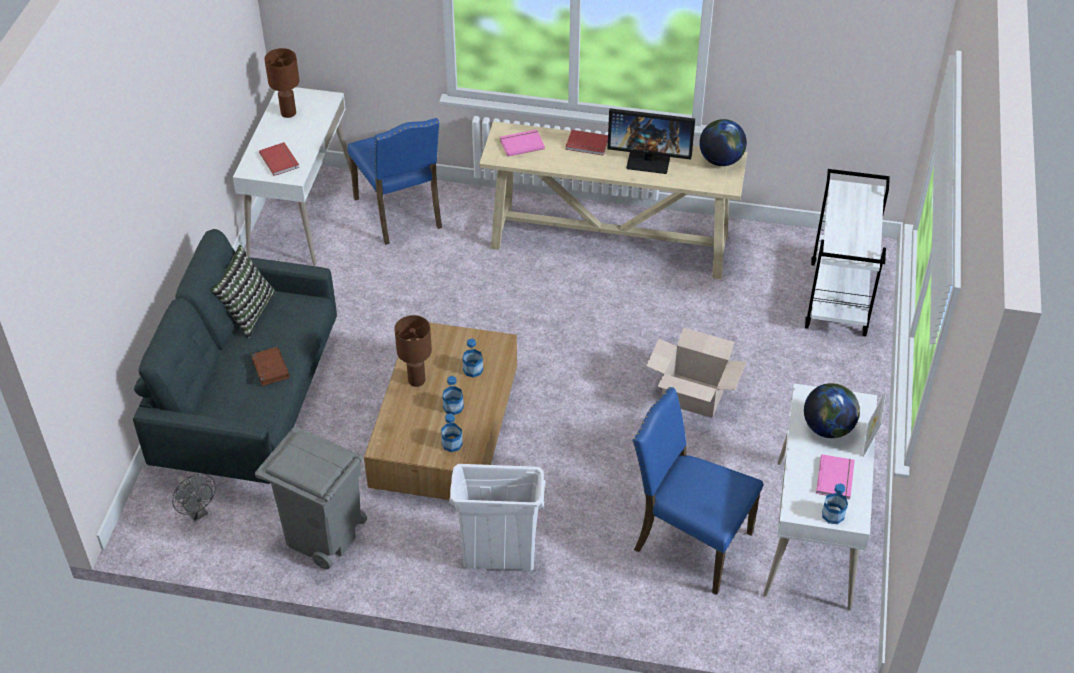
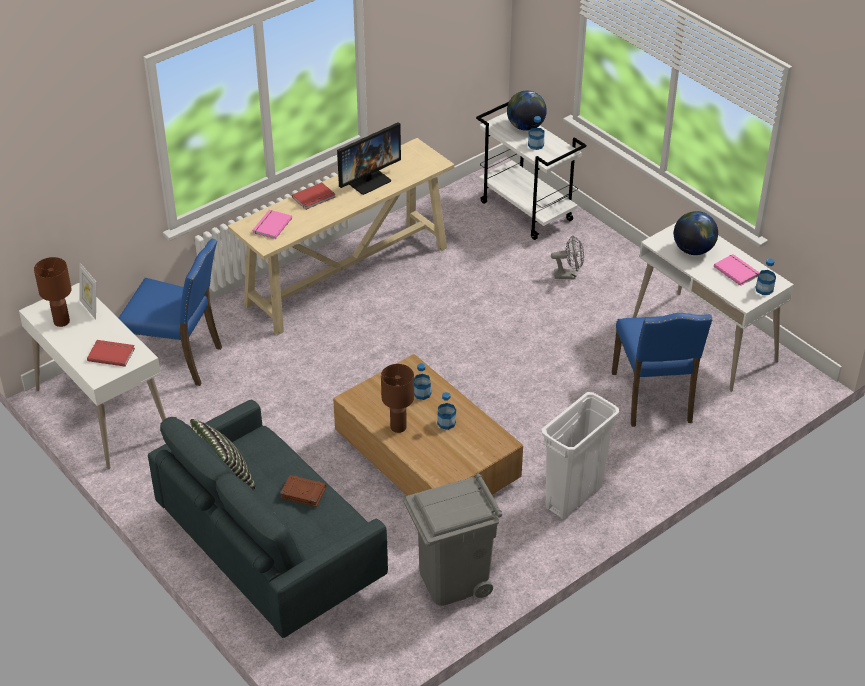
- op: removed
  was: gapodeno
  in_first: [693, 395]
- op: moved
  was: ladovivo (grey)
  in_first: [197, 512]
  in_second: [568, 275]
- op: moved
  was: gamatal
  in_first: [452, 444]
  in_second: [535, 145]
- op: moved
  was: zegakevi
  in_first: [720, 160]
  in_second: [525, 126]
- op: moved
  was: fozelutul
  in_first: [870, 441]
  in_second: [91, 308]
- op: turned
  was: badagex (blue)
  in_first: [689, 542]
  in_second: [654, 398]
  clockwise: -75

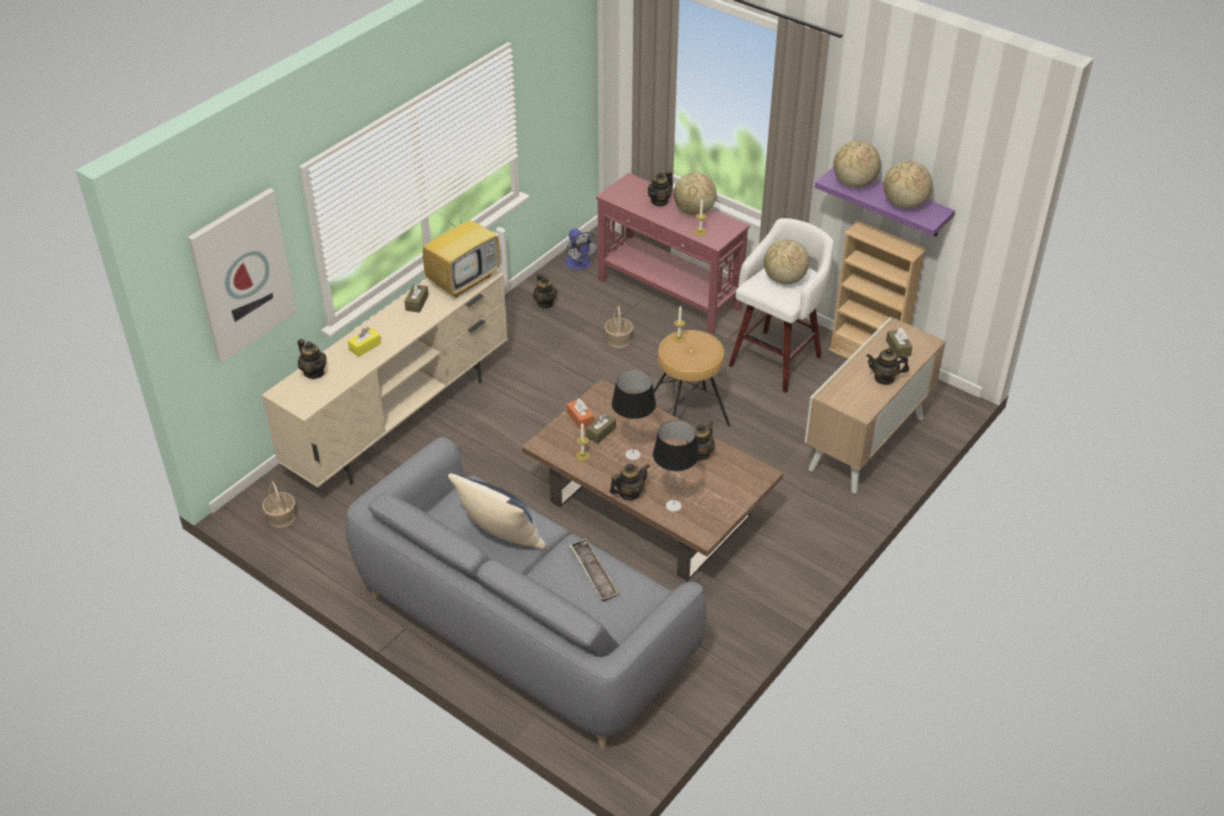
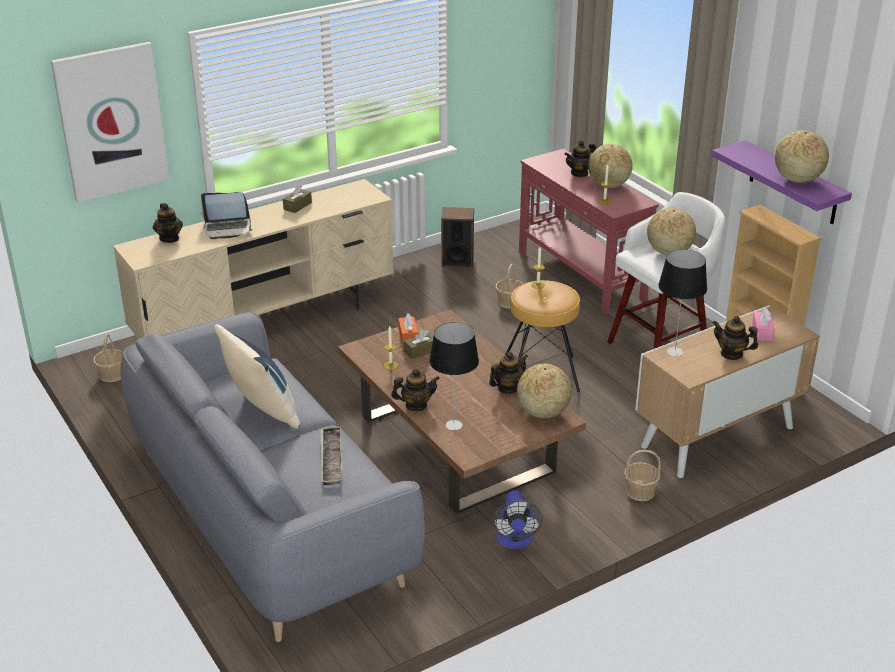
- op: removed
  was: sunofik
  in_first: [464, 280]
- op: added
  now: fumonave
  in_second: [640, 491]
- op: moved
  was: ladovivo
  in_first: [579, 264]
  in_second: [515, 541]
- op: moved
  was: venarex
  in_first: [632, 454]
  in_second: [674, 351]
- op: moved
  was: zegakevi
  in_first: [853, 183]
  in_second: [542, 412]
- op: replaced
  was: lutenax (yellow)
  now: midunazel
  in_first: [365, 347]
  in_second: [228, 228]
- op: replaced
  was: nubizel
  now: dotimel
  in_first: [545, 303]
  in_second: [457, 261]
- op: recoloured
  was: lutenax (brown)
  now: lutenax (pink)
  in_first: [898, 348]
  in_second: [762, 332]

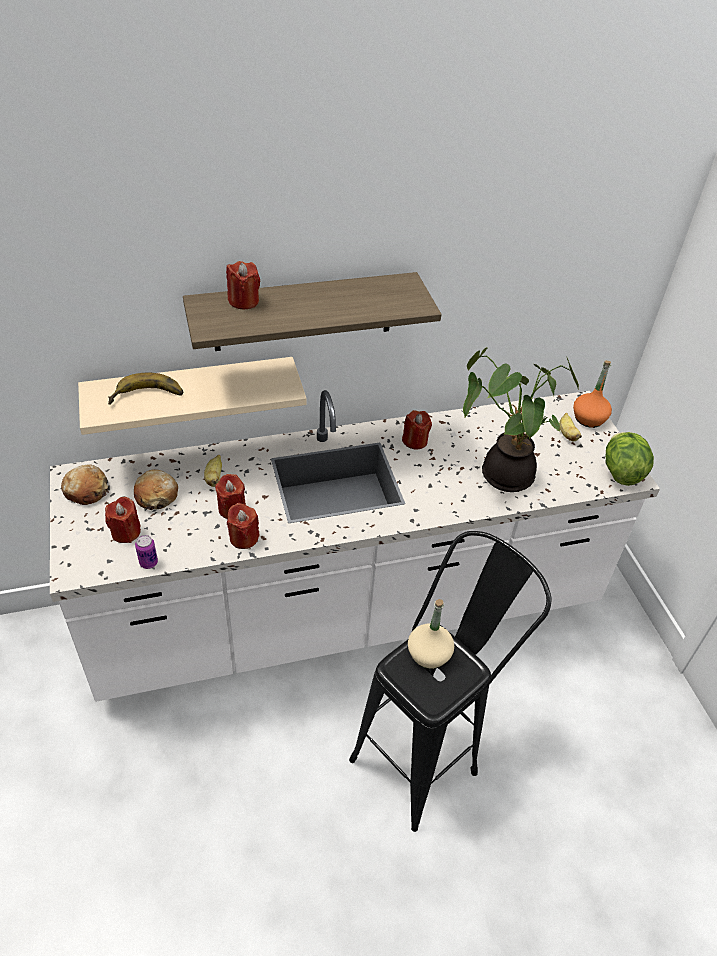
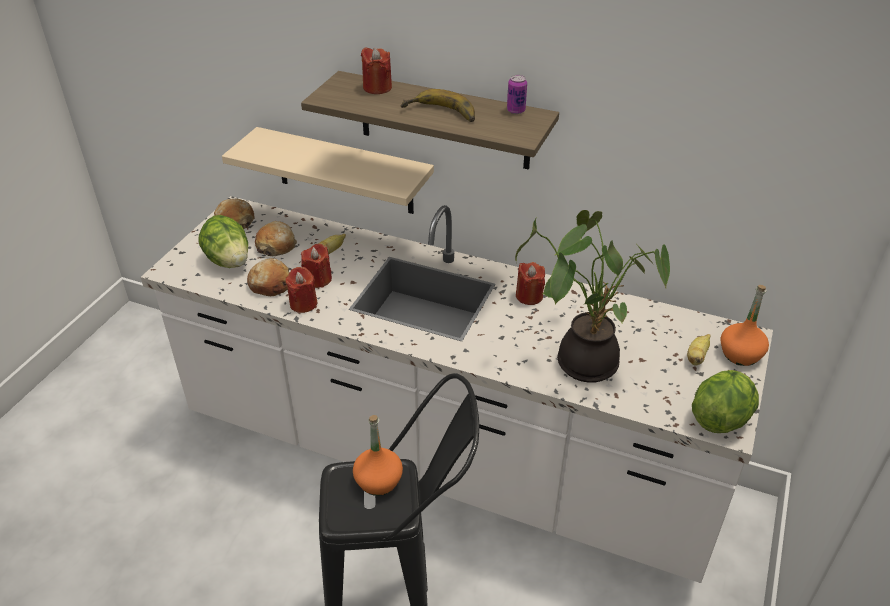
- op: added
  now: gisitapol
  in_second: [271, 284]
- op: moved
  was: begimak
  in_first: [147, 398]
  in_second: [440, 114]
- op: moved
  was: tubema
  in_first: [148, 563]
  in_second: [516, 110]
- op: replaced
  was: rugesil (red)
  now: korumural
  in_first: [126, 532]
  in_second: [229, 261]
- op: recoloured
  was: gamatal (beige)
  now: gamatal (orange)
  in_first: [428, 654]
  in_second: [378, 481]

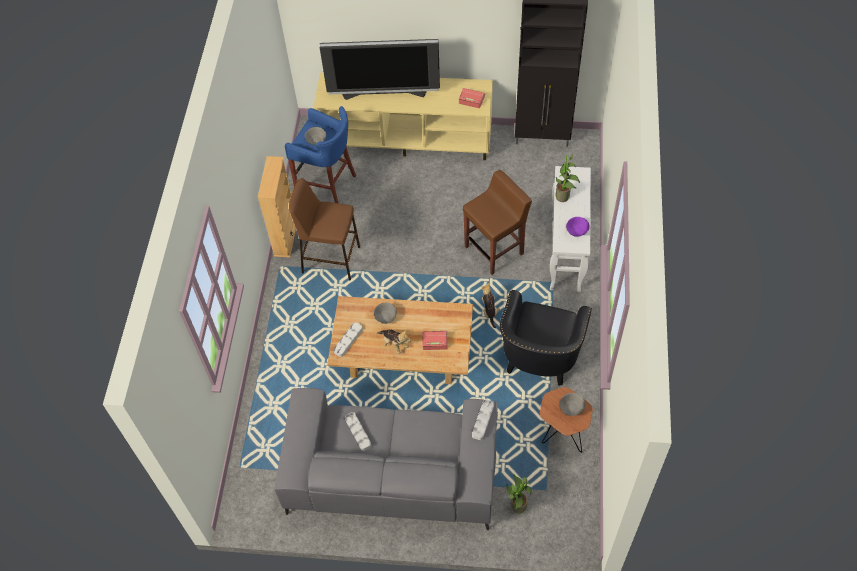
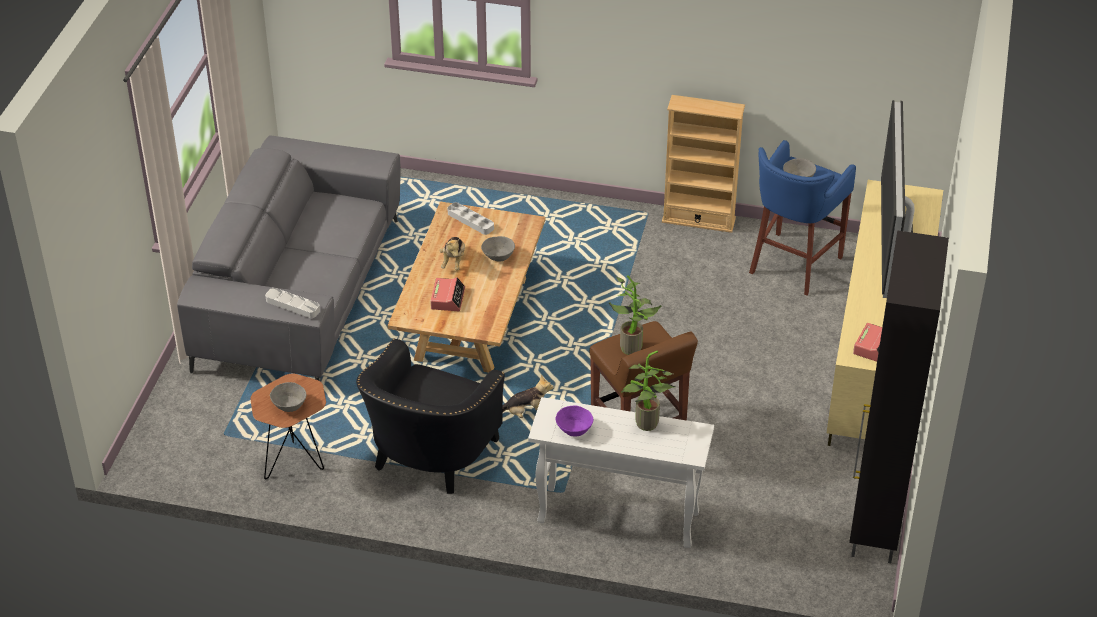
- op: removed
  was: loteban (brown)
  in_first: [330, 259]
- op: removed
  was: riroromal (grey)
  in_first: [358, 432]
- op: moved
  was: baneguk
  in_first: [516, 505]
  in_second: [633, 346]
- op: turned
  was: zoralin
  in_first: [394, 344]
  in_second: [453, 261]
  clockwise: -45
- op: turned
  was: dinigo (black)
  in_first: [539, 358]
  in_second: [429, 457]
  clockwise: -90

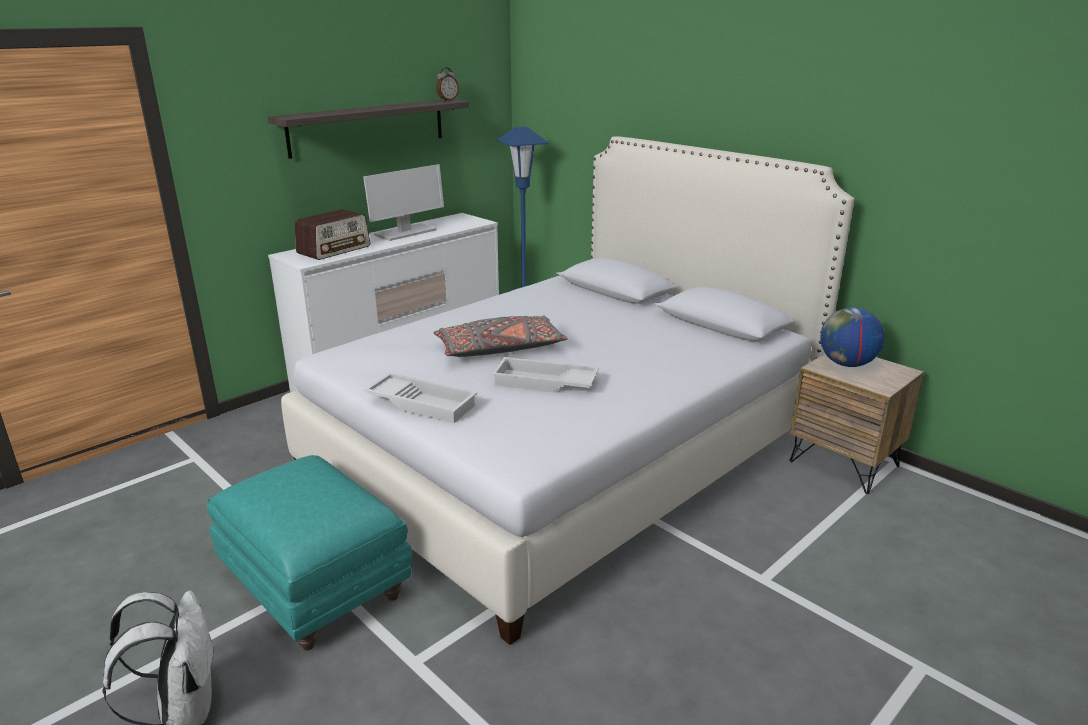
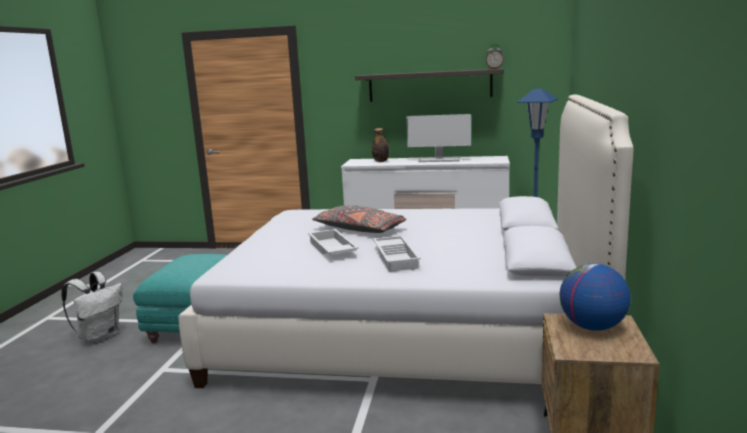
- op: moved
  was: riroromal (white)
  in_first: [423, 403]
  in_second: [397, 258]
- op: replaced
  was: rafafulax
  now: gamatal
  in_first: [334, 249]
  in_second: [381, 161]

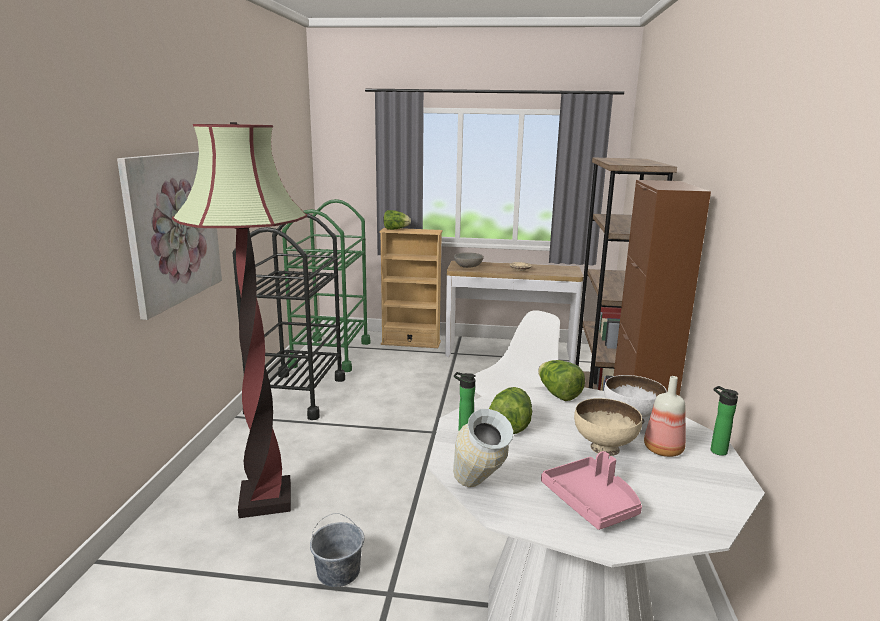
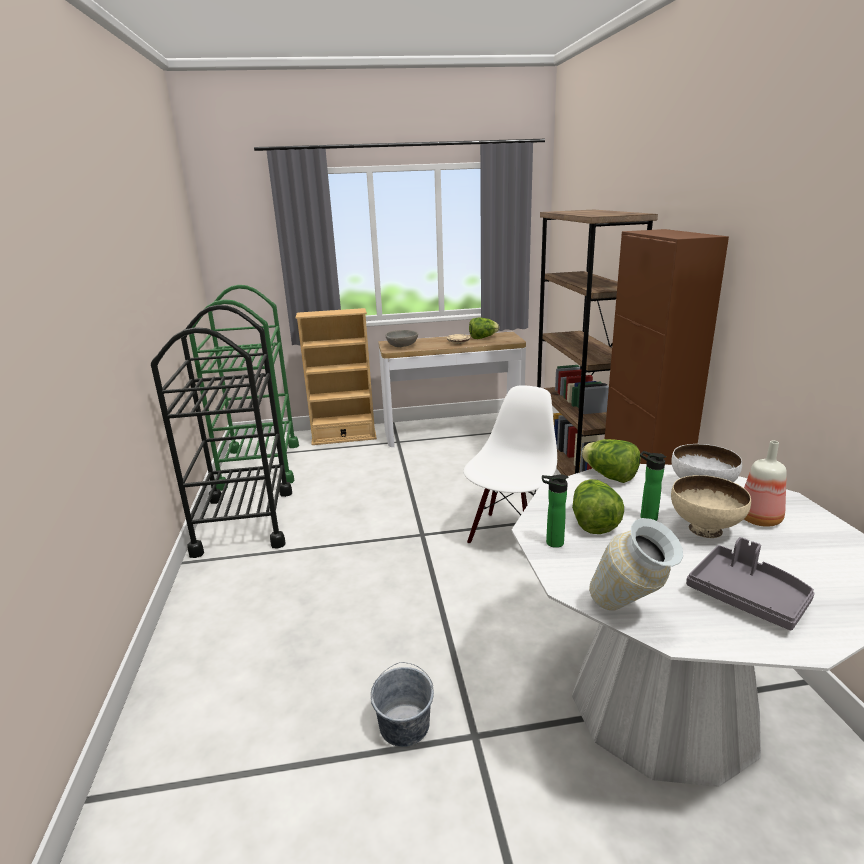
- op: removed
  was: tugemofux
  in_first: [173, 228]
- op: removed
  was: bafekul
  in_first: [265, 500]
- op: moved
  was: korumural
  in_first: [396, 229]
  in_second: [482, 338]
- op: moved
  was: gamatal
  in_first: [716, 450]
  in_second: [646, 517]
- op: recoloured
  was: riroromal (pink)
  now: riroromal (grey)
  in_first: [592, 502]
  in_second: [747, 597]

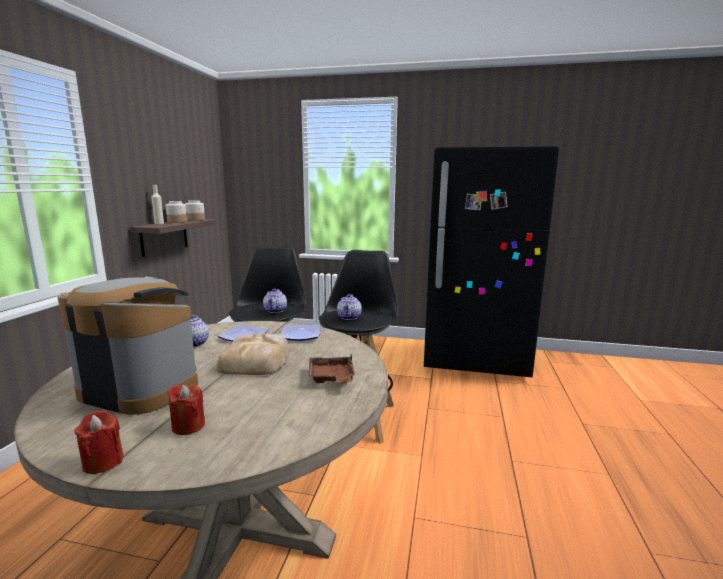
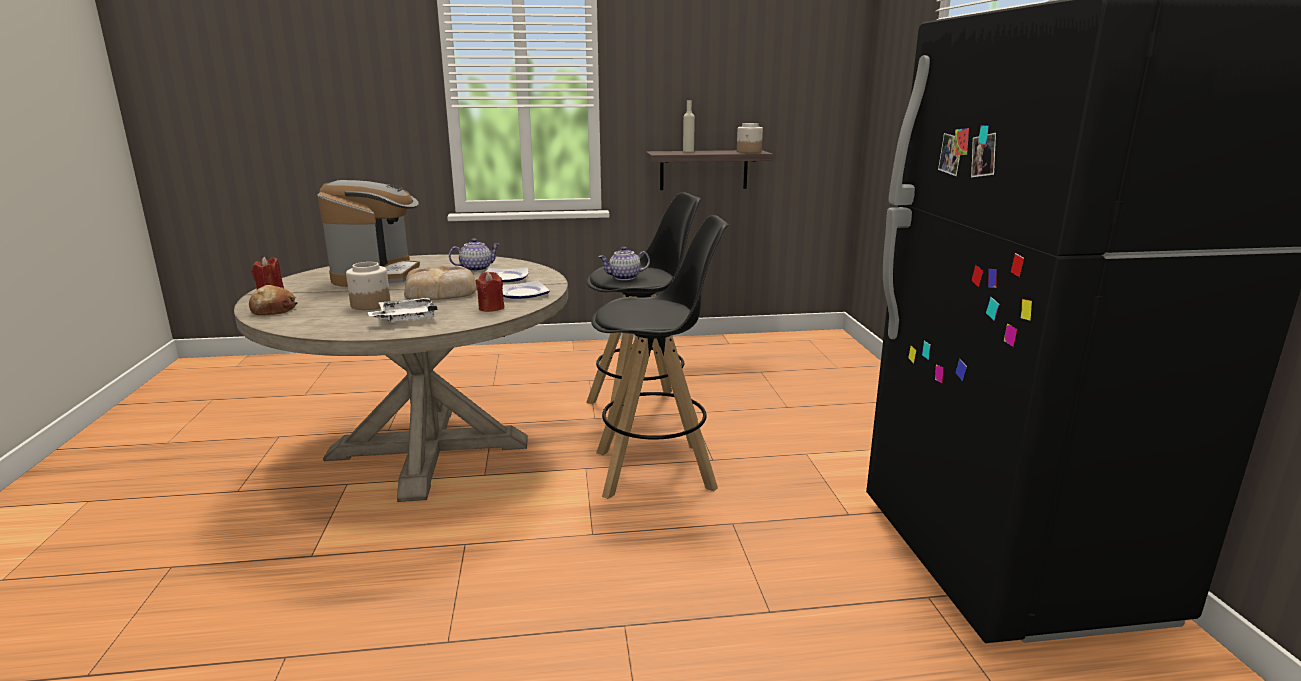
- op: removed
  was: nubizel
  in_first: [349, 317]
- op: added
  now: gisitapol
  in_second: [273, 310]
- op: moved
  was: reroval
  in_first: [177, 222]
  in_second: [370, 305]
- op: moved
  was: rugesil (red)
  in_first: [188, 426]
  in_second: [491, 308]
- op: recoloured
  was: riroromal (brown)
  now: riroromal (white)
  in_first: [331, 378]
  in_second: [405, 318]

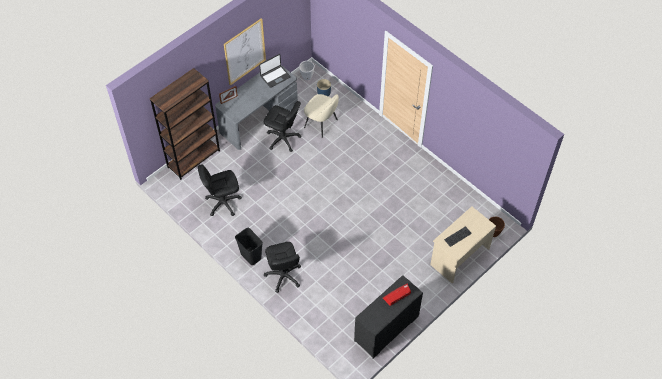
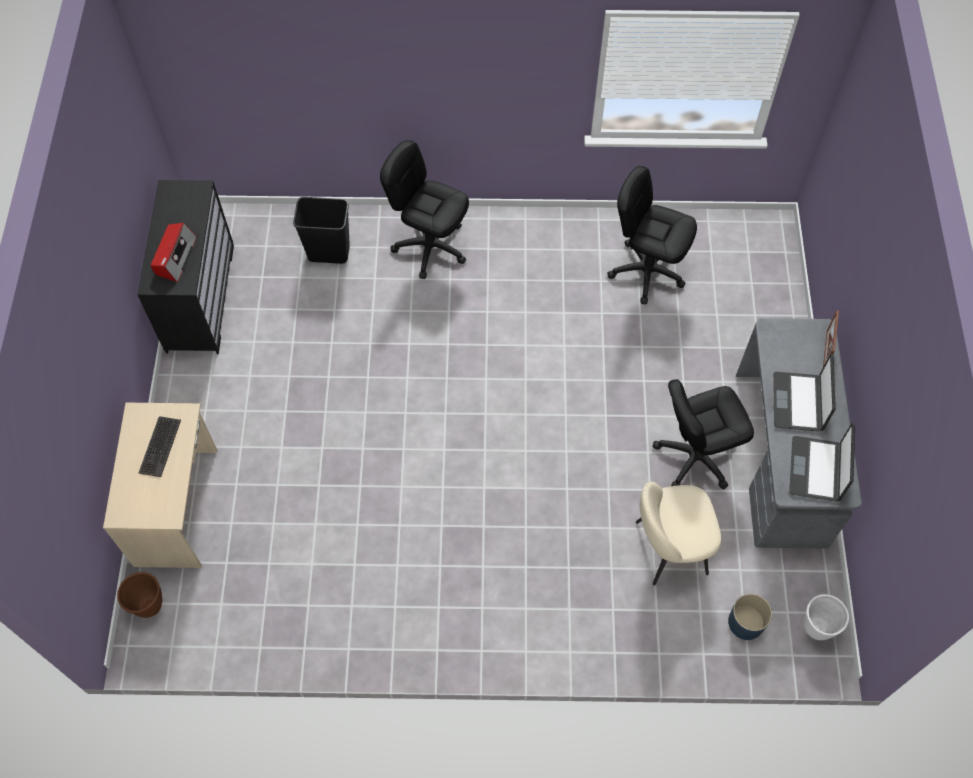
- op: removed
  was: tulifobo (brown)
  in_first: [194, 159]
- op: removed
  was: tugemofux
  in_first: [244, 51]
- op: added
  now: midunazel
  in_second: [798, 402]
- op: moved
  was: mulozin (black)
  in_first: [250, 256]
  in_second: [329, 252]
- op: turned
  was: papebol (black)
  in_first: [223, 202]
  in_second: [646, 271]
  clockwise: -90

